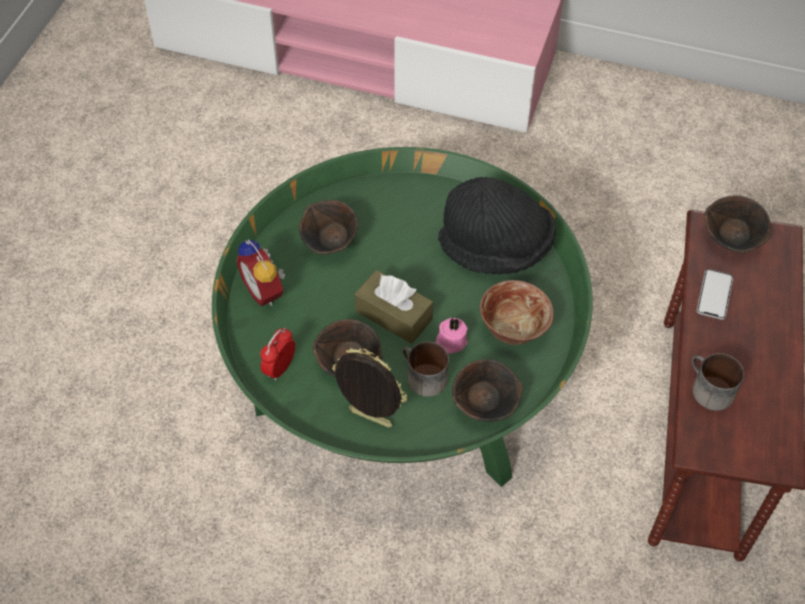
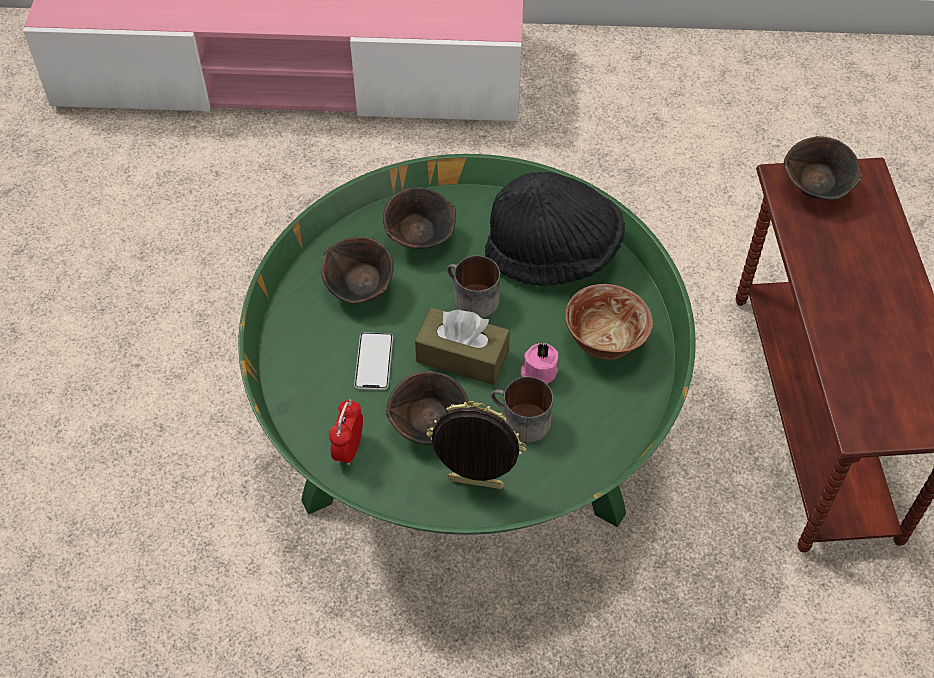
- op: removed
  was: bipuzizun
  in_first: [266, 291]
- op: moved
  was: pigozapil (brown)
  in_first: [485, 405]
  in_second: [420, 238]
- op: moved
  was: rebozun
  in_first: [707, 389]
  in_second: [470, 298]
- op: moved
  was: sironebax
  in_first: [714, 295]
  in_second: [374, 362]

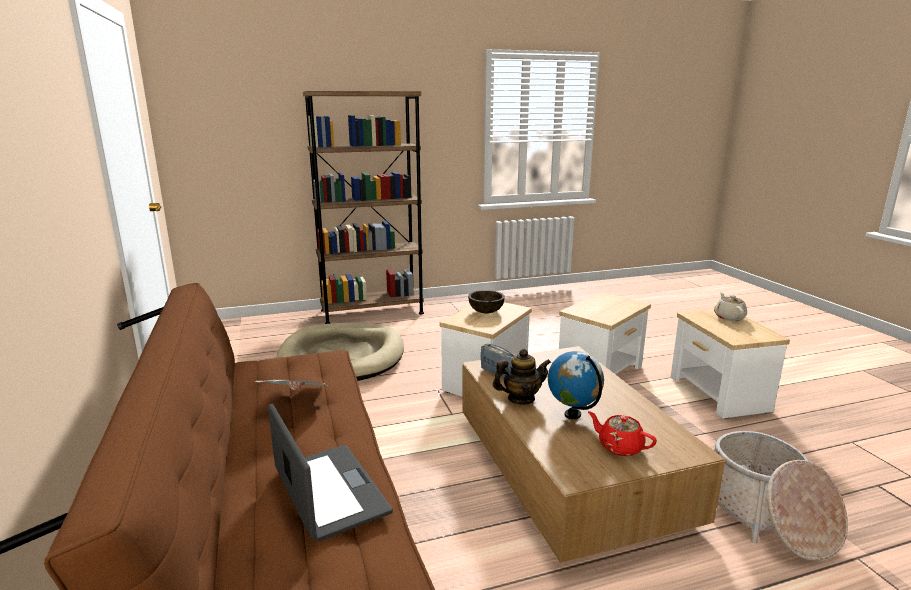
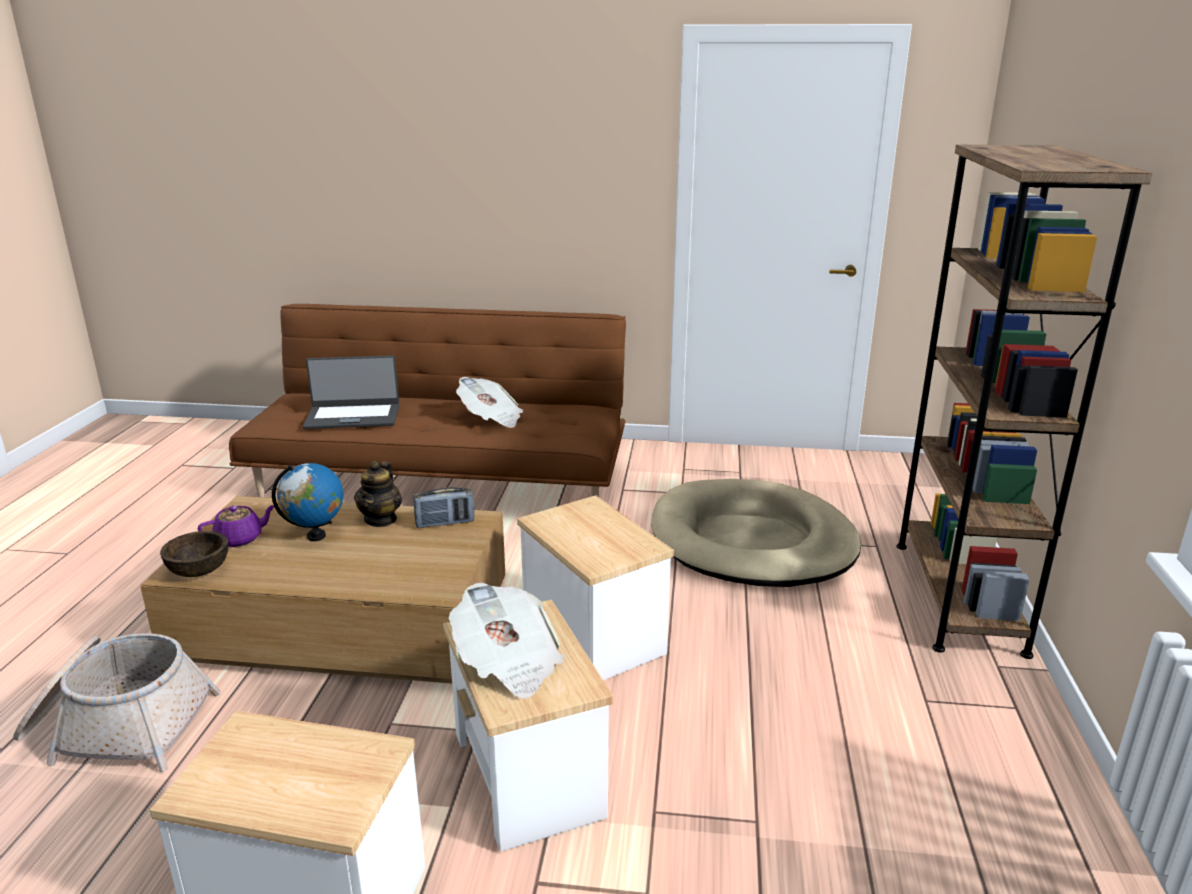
- op: removed
  was: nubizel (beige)
  in_first: [729, 317]
- op: added
  now: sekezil
  in_second: [508, 664]
- op: moved
  was: pigozapil (brown)
  in_first: [486, 311]
  in_second: [199, 571]
- op: recoloured
  was: nubizel (red)
  now: nubizel (purple)
  in_first: [619, 447]
  in_second: [240, 539]

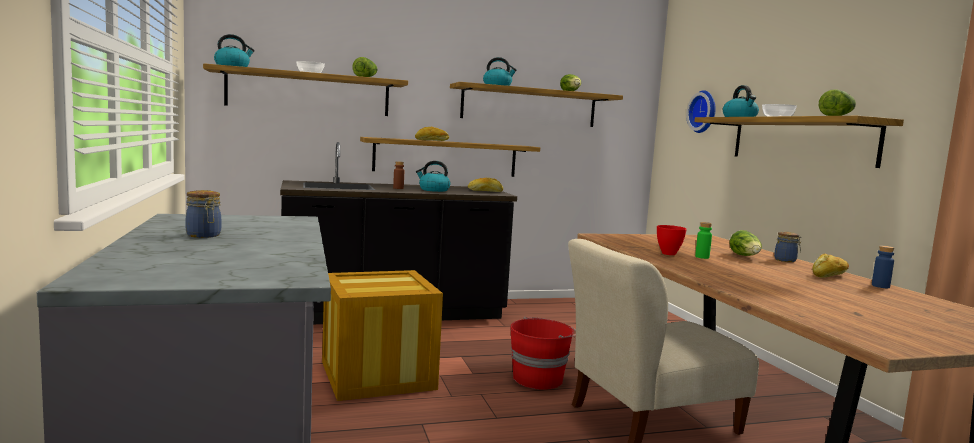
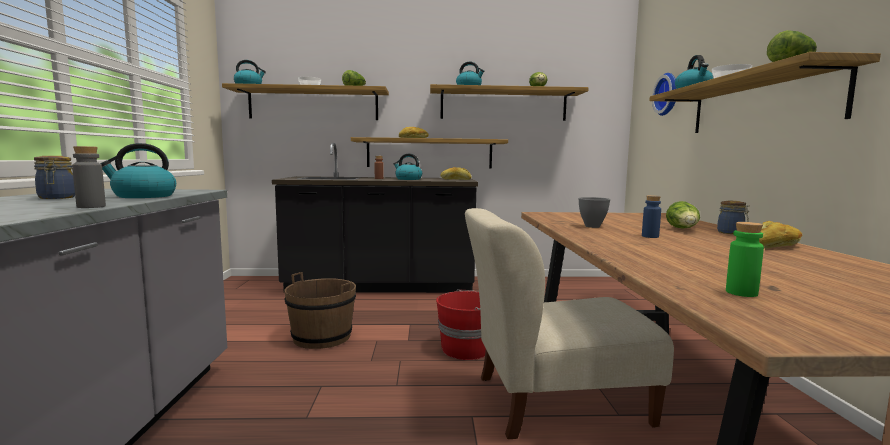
- op: added
  now: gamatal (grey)
  in_second: [91, 207]
- op: added
  now: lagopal
  in_second: [143, 196]
- op: moved
  was: gamatal (green)
  in_first: [702, 257]
  in_second: [741, 293]
- op: moved
  was: gamatal (blue)
  in_first: [880, 286]
  in_second: [650, 236]
- op: replaced
  was: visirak
  now: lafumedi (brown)
  in_first: [377, 375]
  in_second: [322, 337]
- op: recoloured
  was: pigozapil (red)
  now: pigozapil (grey)
  in_first: [669, 254]
  in_second: [593, 226]

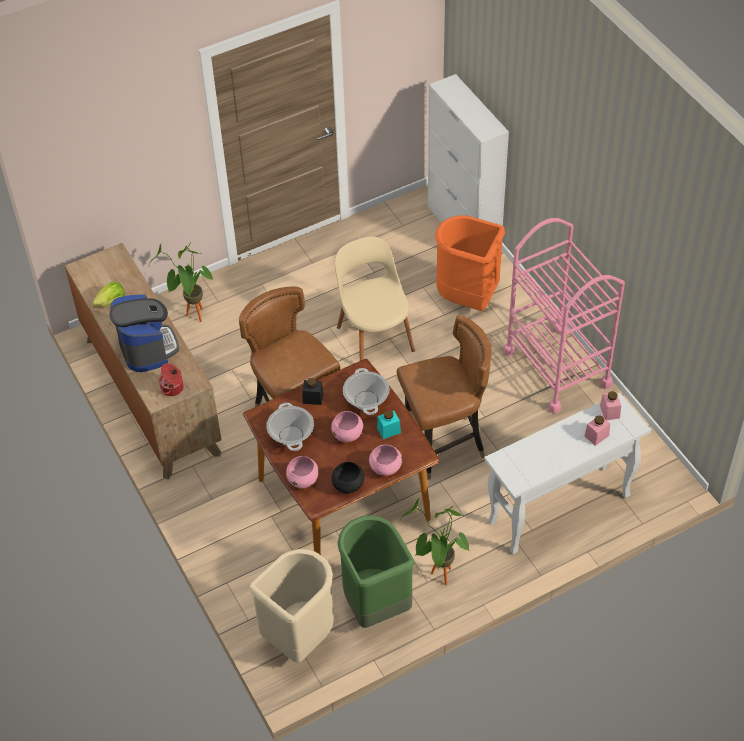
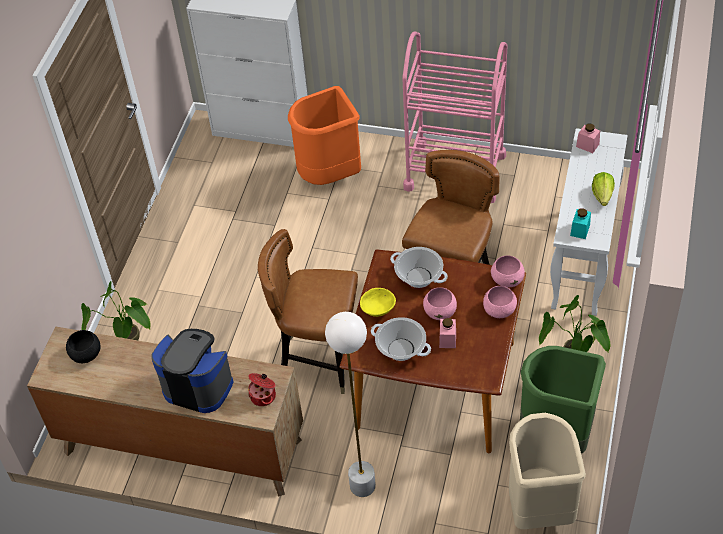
- op: removed
  was: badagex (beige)
  in_first: [374, 336]
- op: added
  now: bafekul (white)
  in_second: [362, 486]
- op: moved
  was: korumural
  in_first: [111, 302]
  in_second: [602, 195]
- op: moved
  was: pigozapil (pink)
  in_first: [303, 479]
  in_second: [507, 279]
- op: moved
  was: pigozapil (black)
  in_first: [348, 485]
  in_second: [85, 354]
- op: moved
  was: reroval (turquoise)
  in_first: [389, 430]
  in_second: [580, 230]
- op: moved
  was: reroval (pink)
  in_first: [596, 436]
  in_second: [447, 339]
- op: replaced
  was: reroval (black)
  now: pigozapil (yellow)
  in_first: [313, 398]
  in_second: [378, 309]

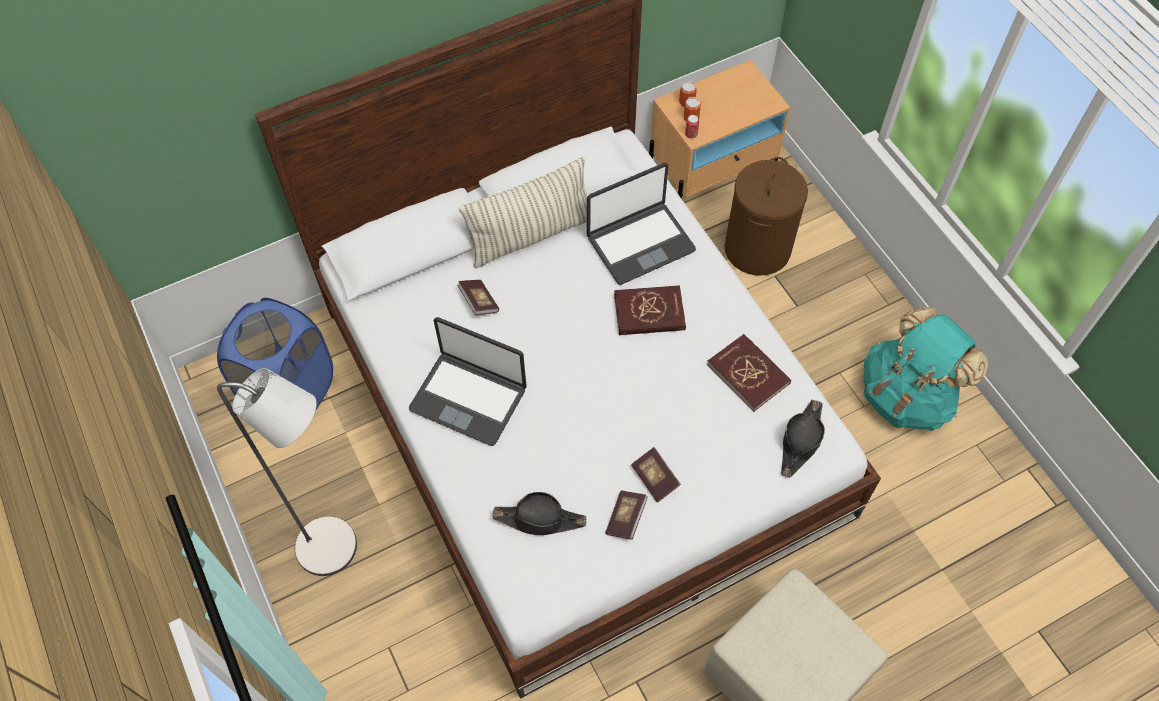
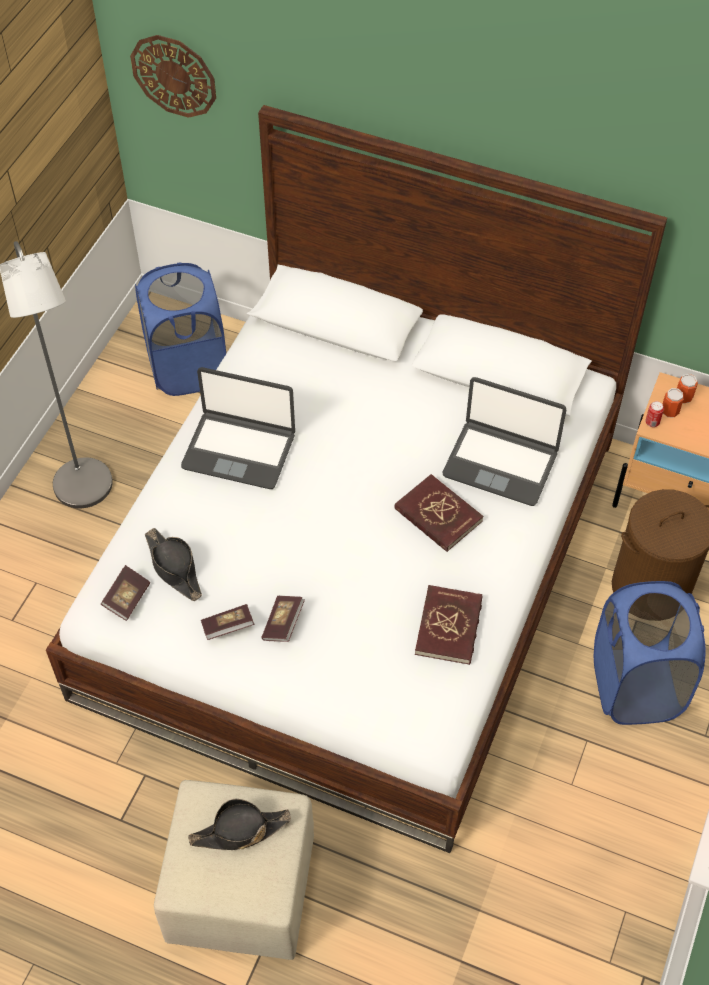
- op: removed
  was: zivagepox
  in_first: [531, 235]
- op: removed
  was: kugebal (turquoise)
  in_first: [907, 395]
- op: added
  now: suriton
  in_second: [174, 75]
- op: added
  now: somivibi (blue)
  in_second: [635, 686]
- op: moved
  was: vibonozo
  in_first: [479, 302]
  in_second: [127, 598]
- op: moved
  was: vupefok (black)
  in_first: [800, 441]
  in_second: [239, 831]
- op: turned
  was: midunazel
  in_first: [469, 398]
  in_second: [239, 450]
  clockwise: -60

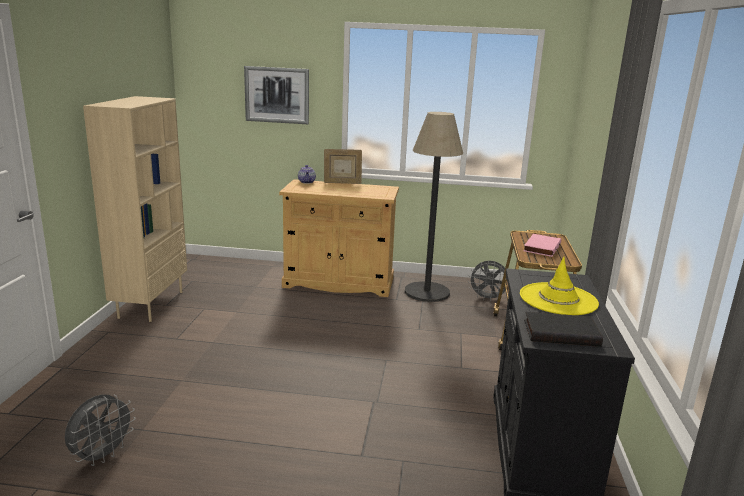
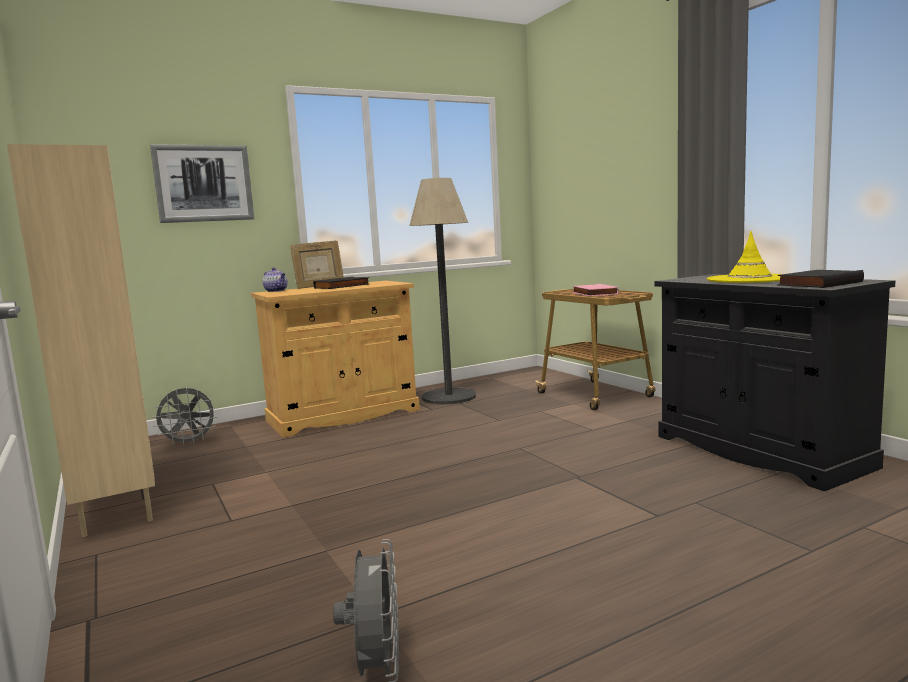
- op: added
  now: vibonozo (black)
  in_second: [342, 286]
- op: moved
  was: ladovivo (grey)
  in_first: [487, 298]
  in_second: [189, 443]

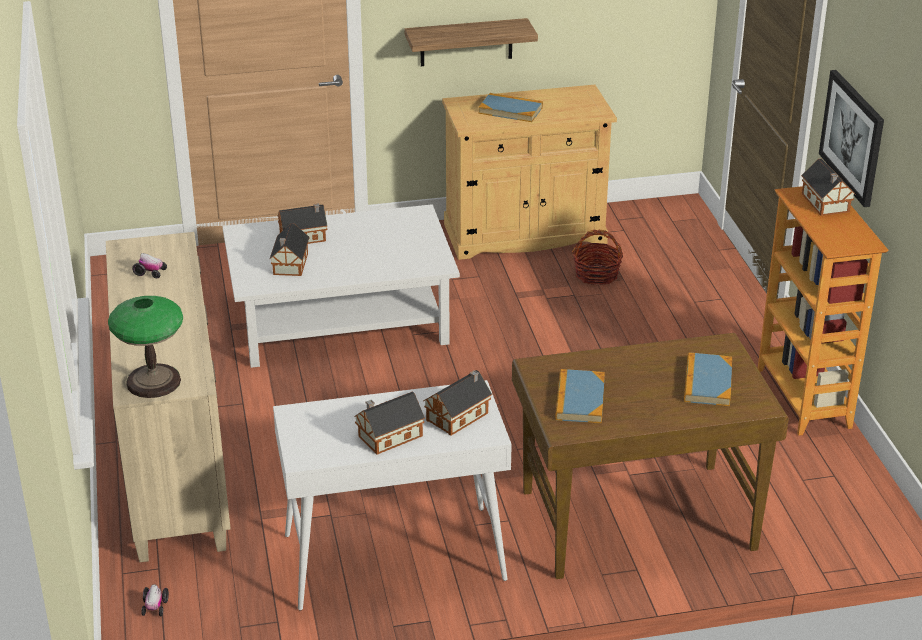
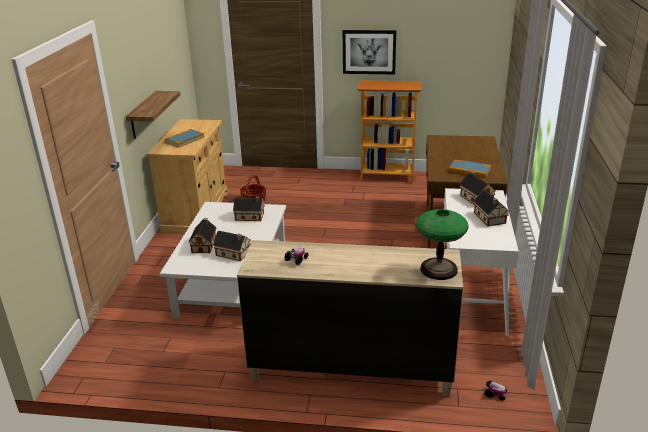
- op: removed
  was: vibonozo
  in_first: [707, 382]
- op: moved
  was: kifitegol
  in_first: [825, 204]
  in_second: [250, 216]

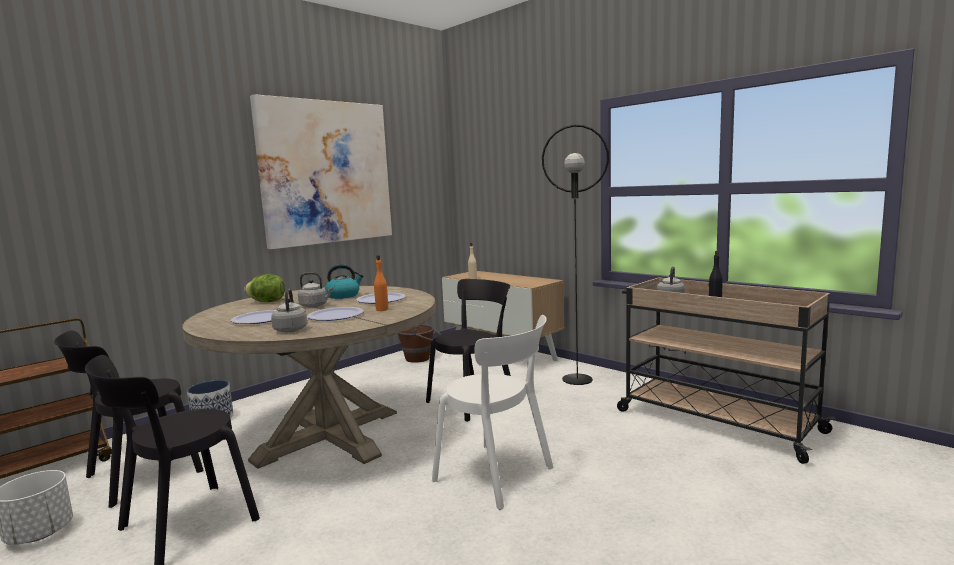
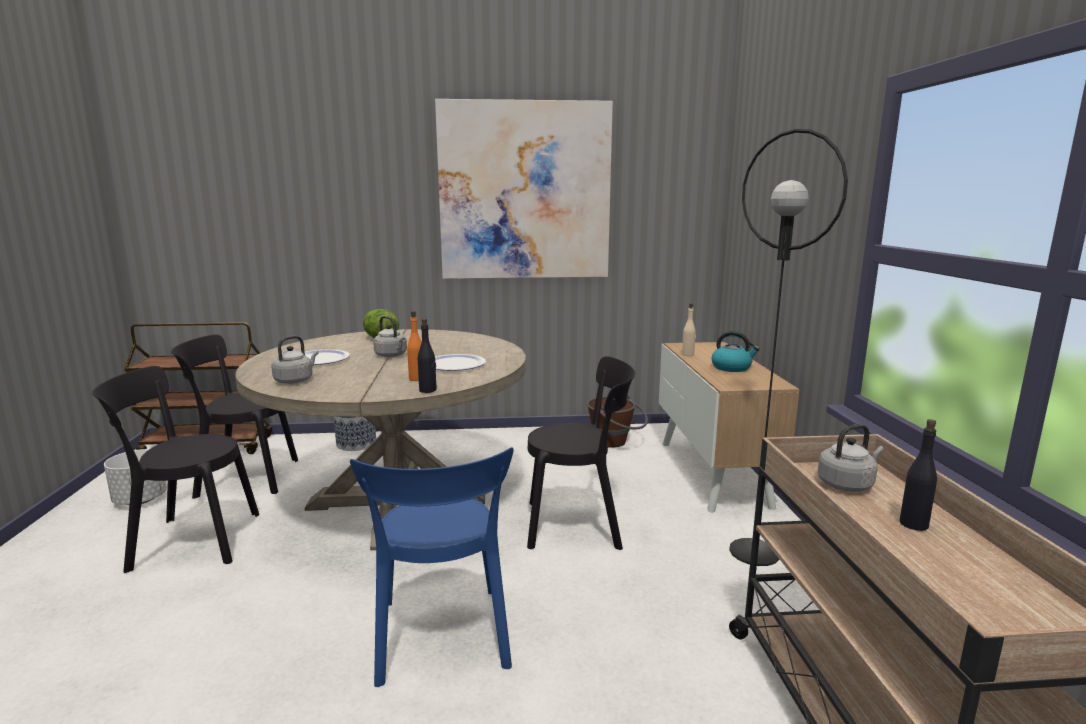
- op: removed
  was: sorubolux
  in_first: [336, 316]
- op: added
  now: gamatal (black)
  in_second: [428, 390]
- op: moved
  was: lagopal
  in_first: [343, 296]
  in_second: [732, 368]
- op: recoloured
  was: badagex (white)
  now: badagex (blue)
  in_first: [497, 476]
  in_second: [442, 640]

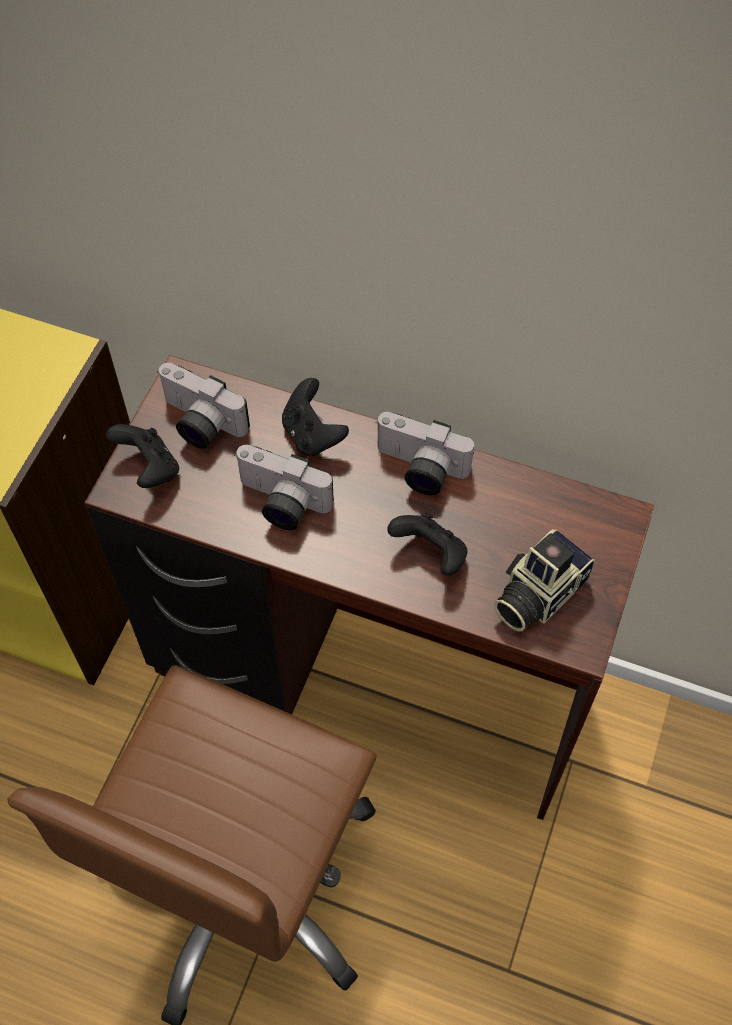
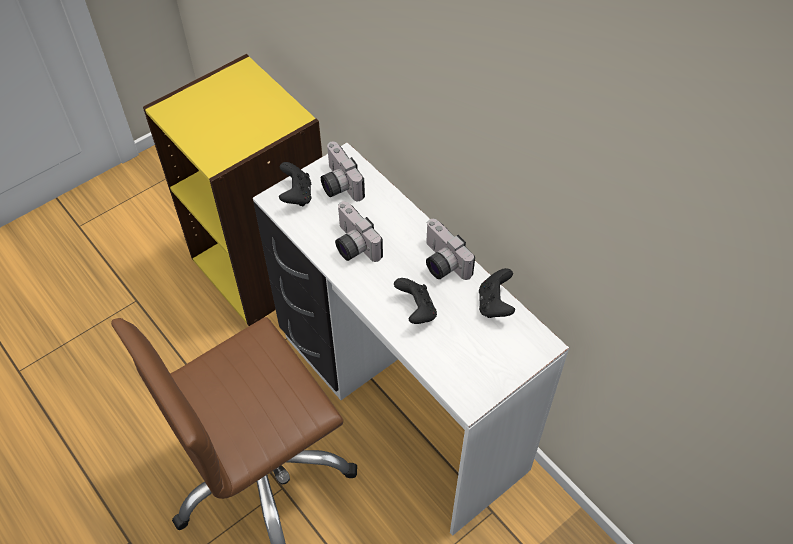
- op: removed
  was: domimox
  in_first: [536, 593]
- op: moved
  was: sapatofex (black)
  in_first: [312, 434]
  in_second: [494, 304]
- op: recoloured
  was: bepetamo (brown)
  now: bepetamo (white)
  in_first: [368, 684]
  in_second: [399, 403]

